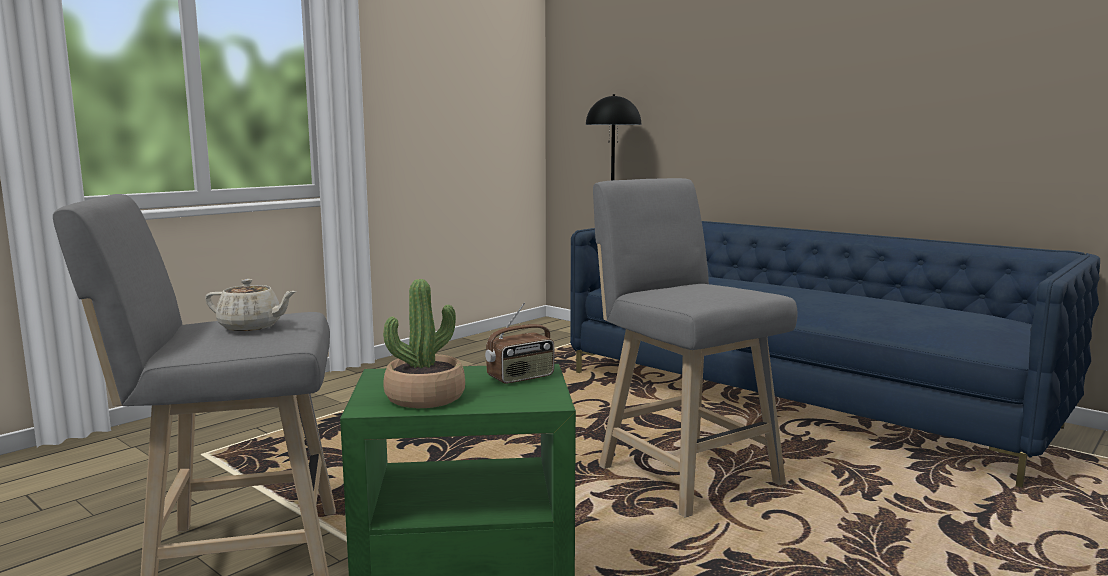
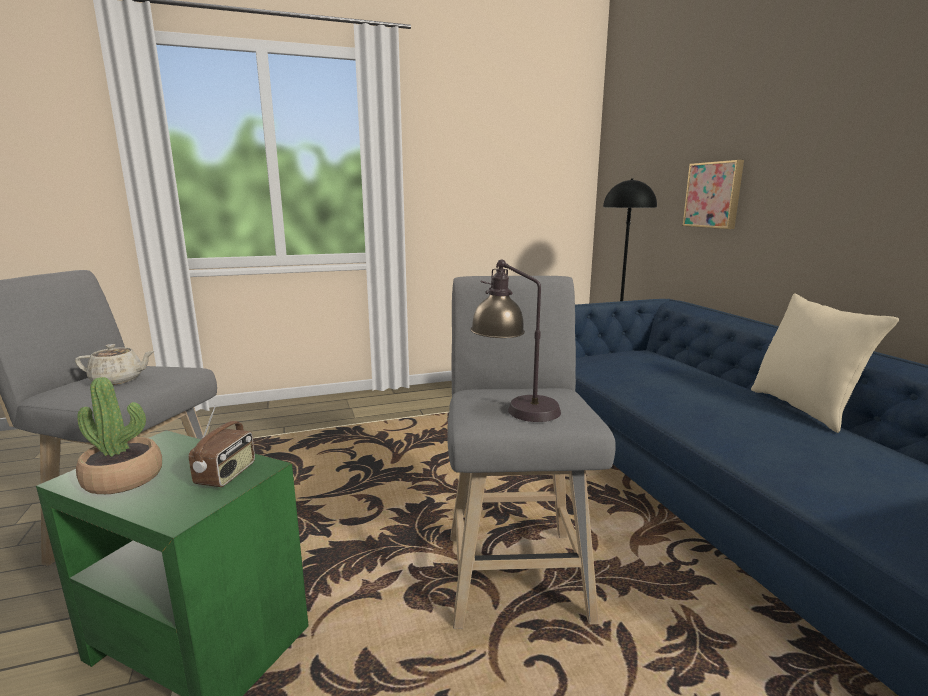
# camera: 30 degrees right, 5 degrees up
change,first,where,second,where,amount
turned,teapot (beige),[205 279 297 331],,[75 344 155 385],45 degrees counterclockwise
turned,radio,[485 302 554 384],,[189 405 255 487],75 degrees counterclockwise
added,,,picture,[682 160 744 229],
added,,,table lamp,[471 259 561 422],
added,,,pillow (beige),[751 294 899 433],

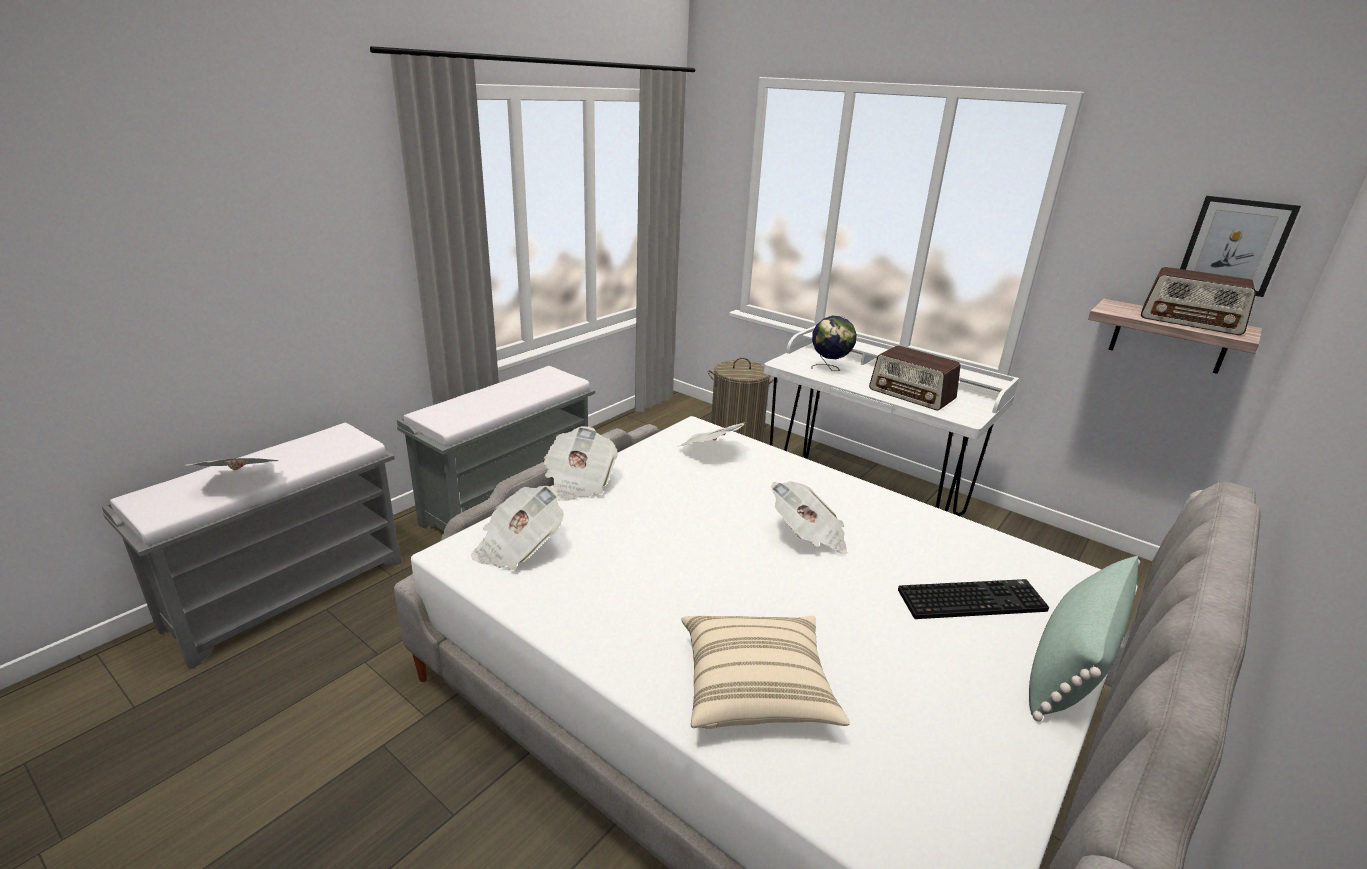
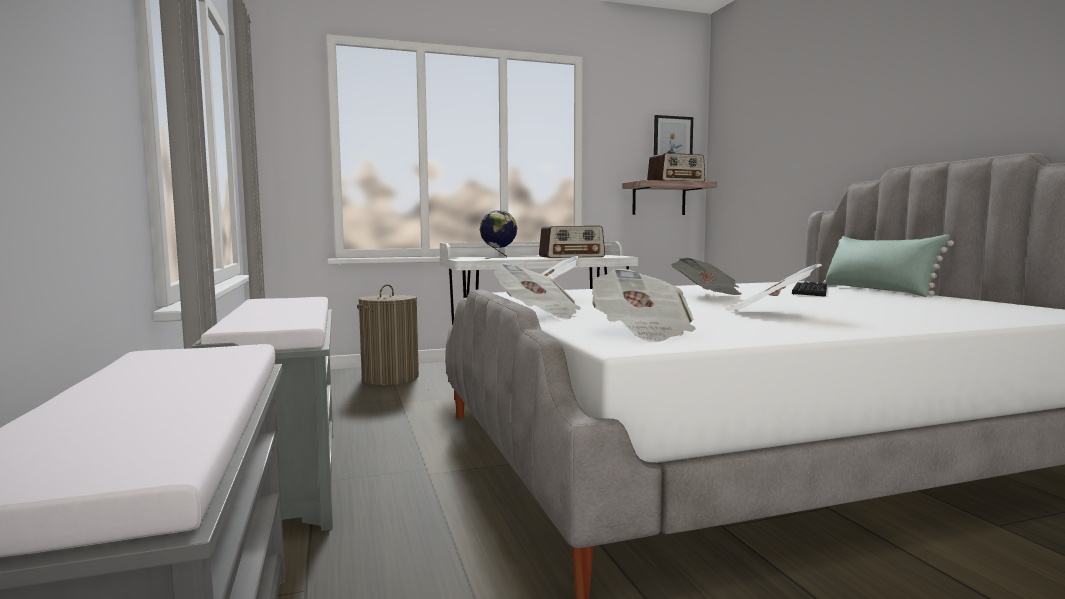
# camera: 55 degrees left, 20 degrees down
change,first,where,second,where,amount
moved,newspaper,[185 458 278 470],,[725 264 822 311],
removed,pillow (beige),[681 616 850 729],,,

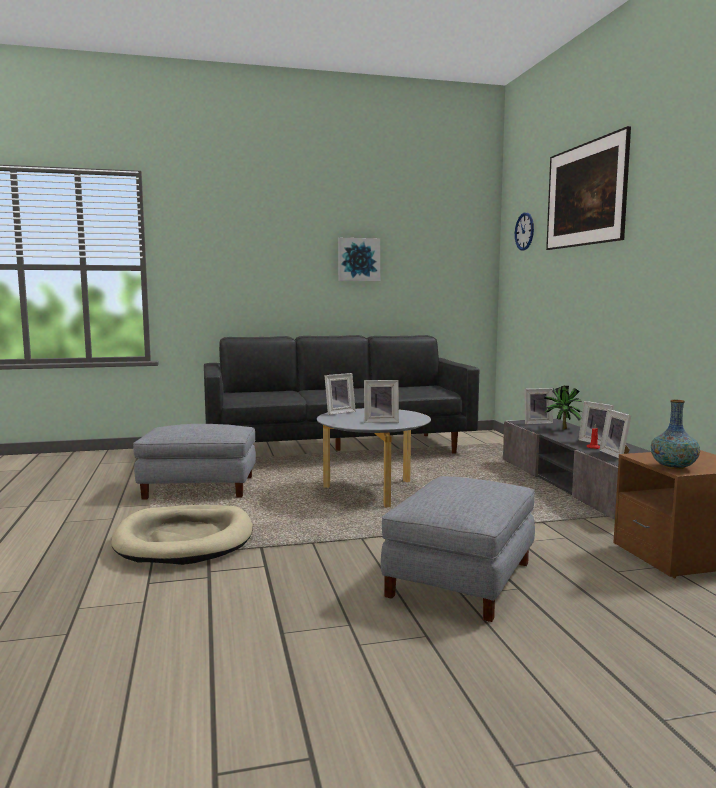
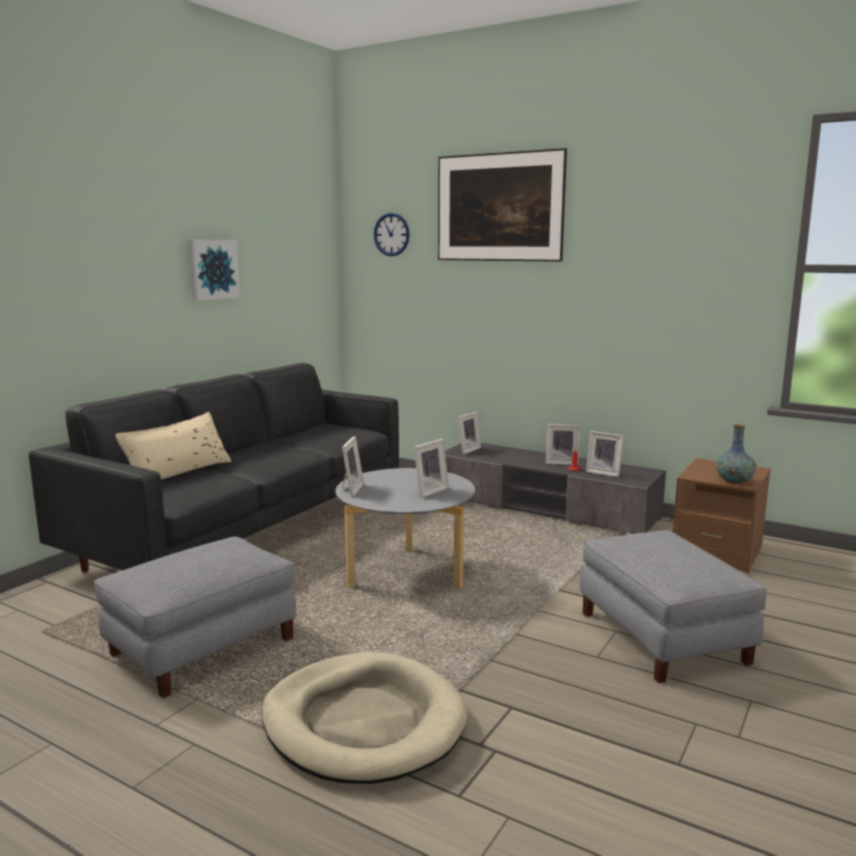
# camera: 45 degrees left, 5 degrees up
change,first,where,second,where,amount
removed,potted plant,[544 386 582 429],,,
added,,,pillow (beige),[116 412 232 480],

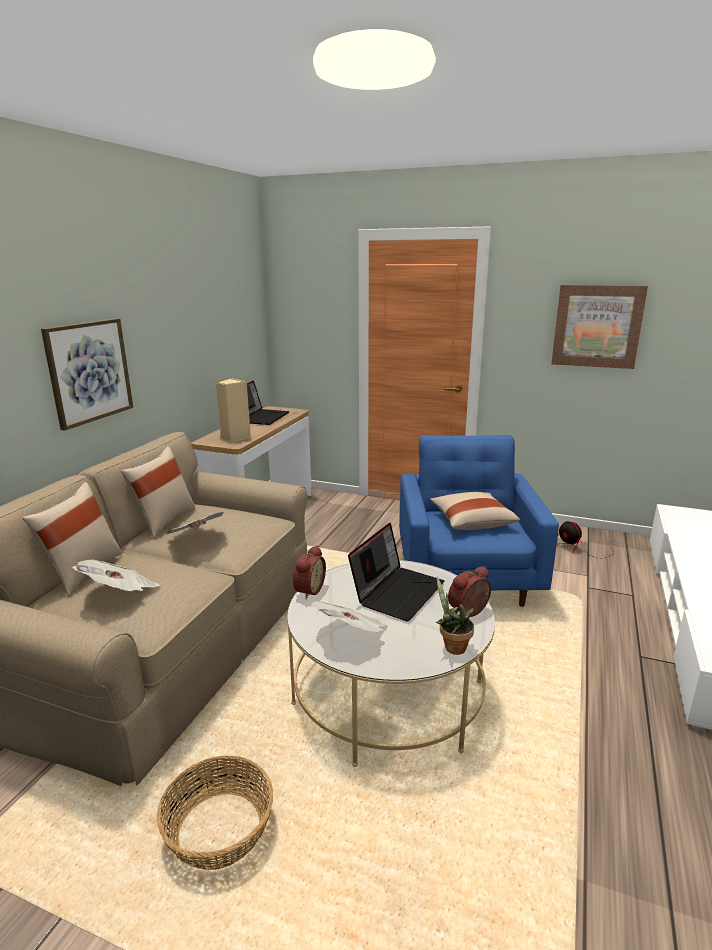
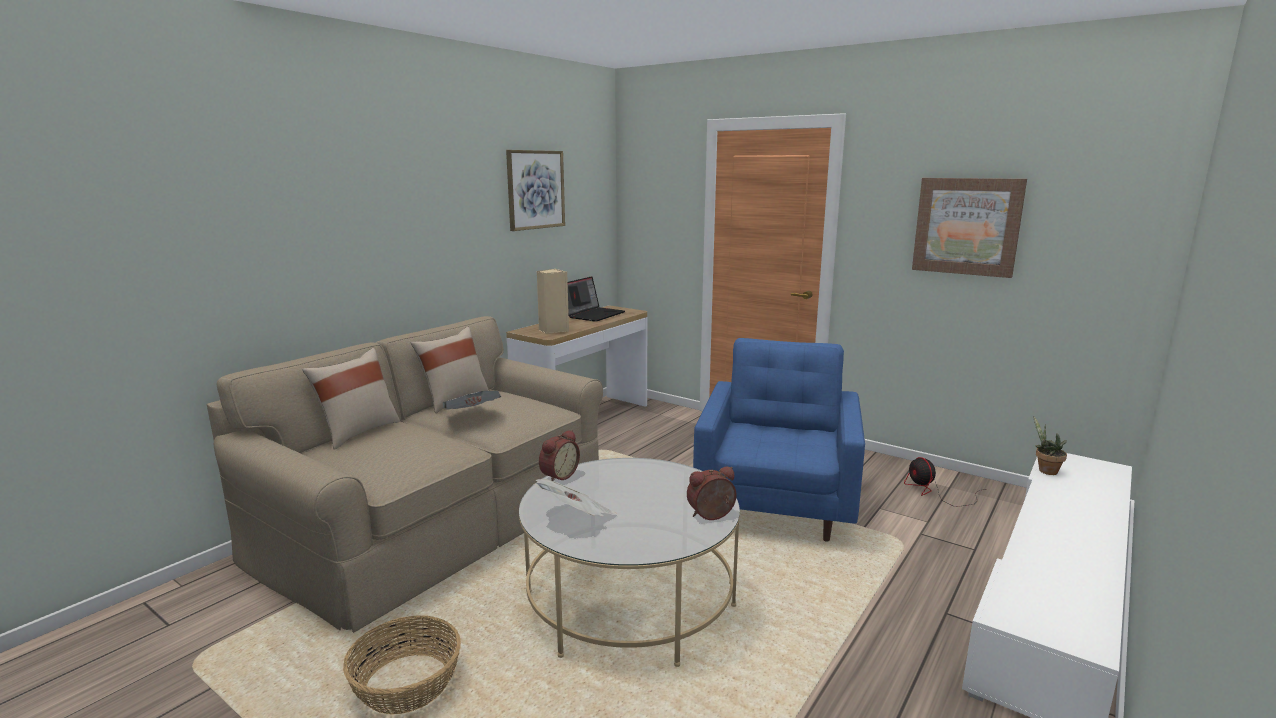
# camera: 15 degrees right, 5 degrees down
change,first,where,second,where,amount
moved,picture,[41 318 133 431],,[506 150 565 231],
removed,pillow (beige),[430 492 520 530],,,
removed,laptop,[348 523 444 621],,,
removed,newspaper,[72 560 160 592],,,
moved,potted plant,[436 577 474 655],,[1034 416 1067 475],

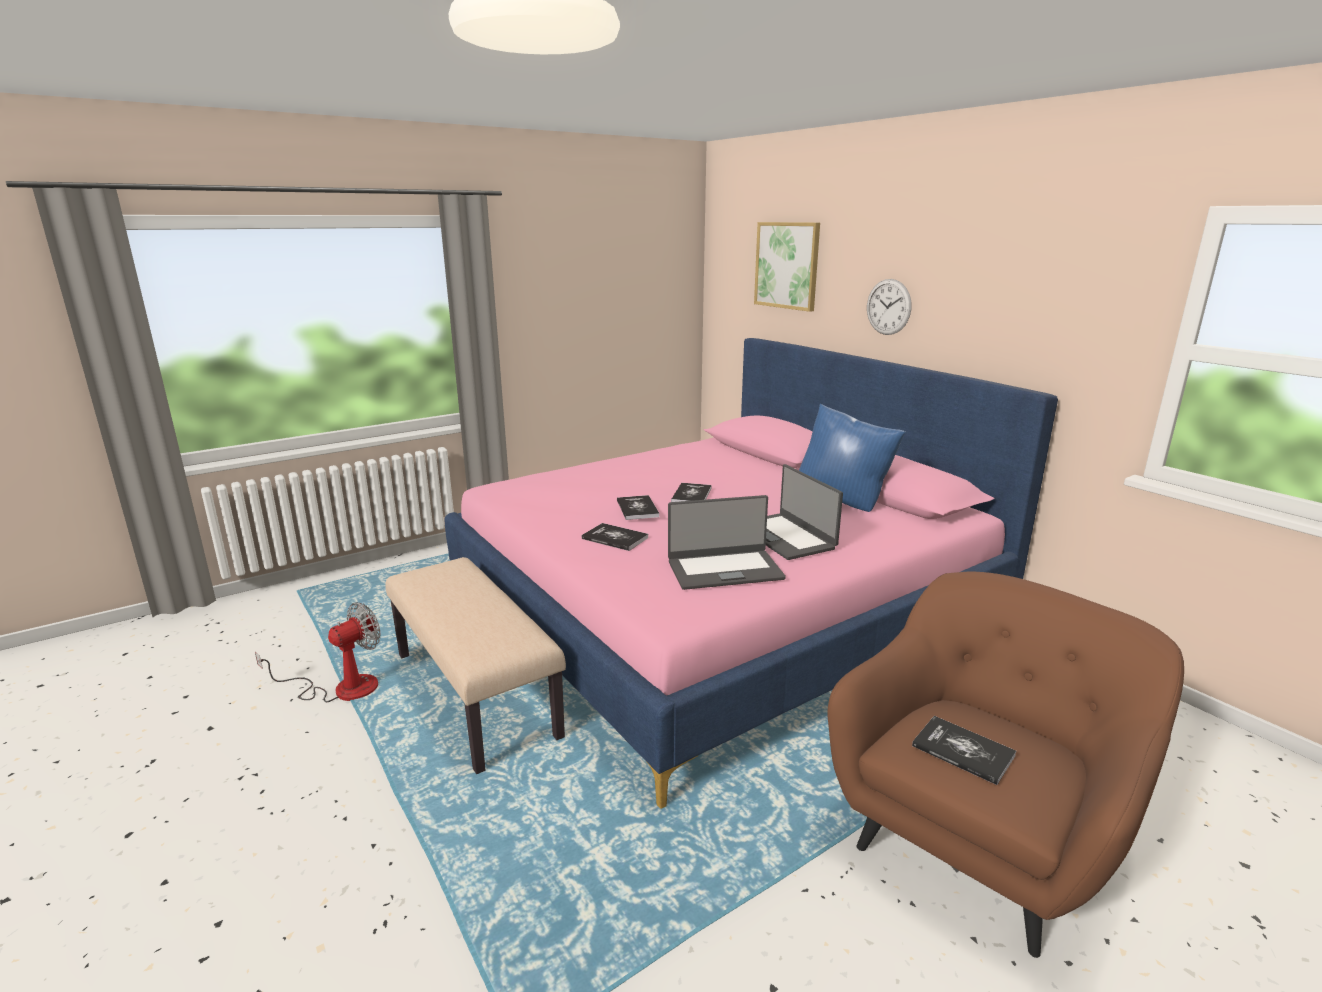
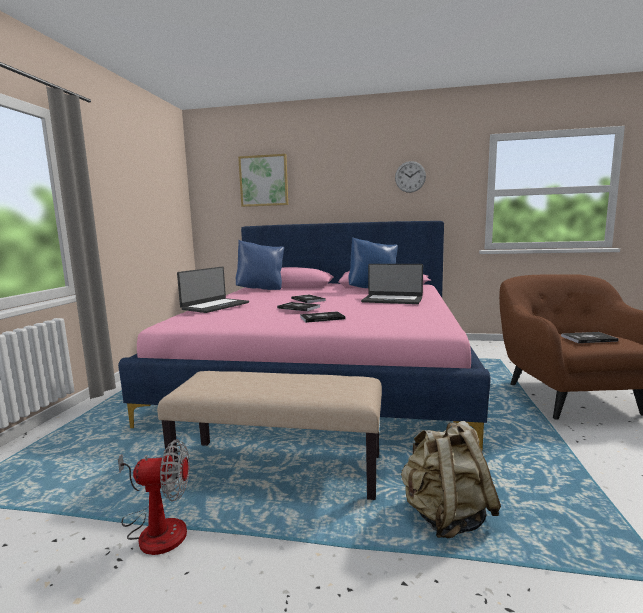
# camera: 45 degrees left, 10 degrees down
change,first,where,second,where,amount
moved,wall clock,[867 279 912 335],,[395 161 426 193],
moved,laptop,[668 495 786 590],,[177 266 249 313],
turned,fan,[255 603 380 702],,[118 439 189 555],90 degrees clockwise
added,,,pillow (blue),[236 240 284 290],
added,,,backpack (beige),[401 421 501 539],

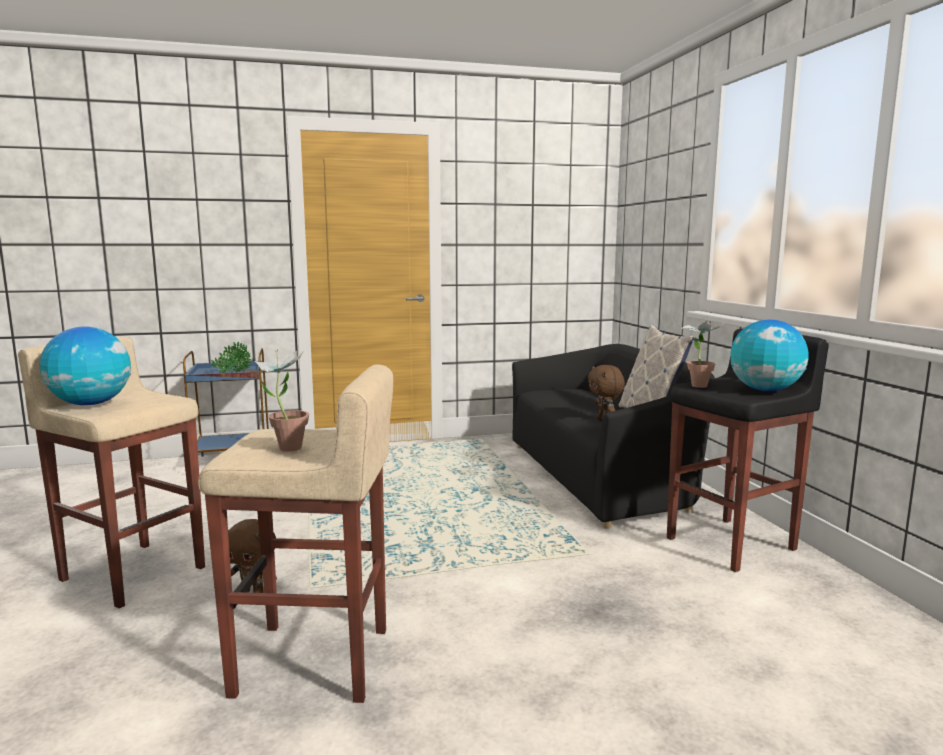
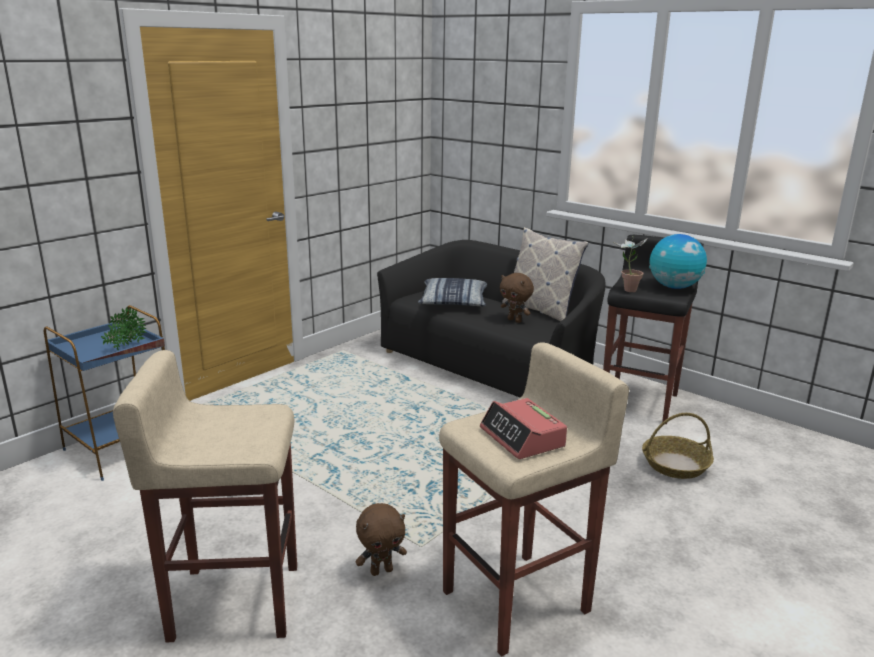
# camera: 35 degrees left, 10 degrees up
change,first,where,second,where,amount
removed,globe,[40 327 131 405],,,
replaced,potted plant,[242 349 309 452],alarm clock,[480 398 567 459],
added,,,pillow,[418 278 487 306],
added,,,basket,[642 413 714 479],

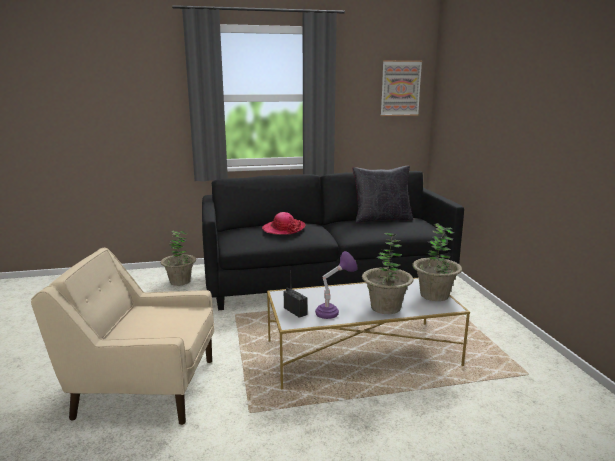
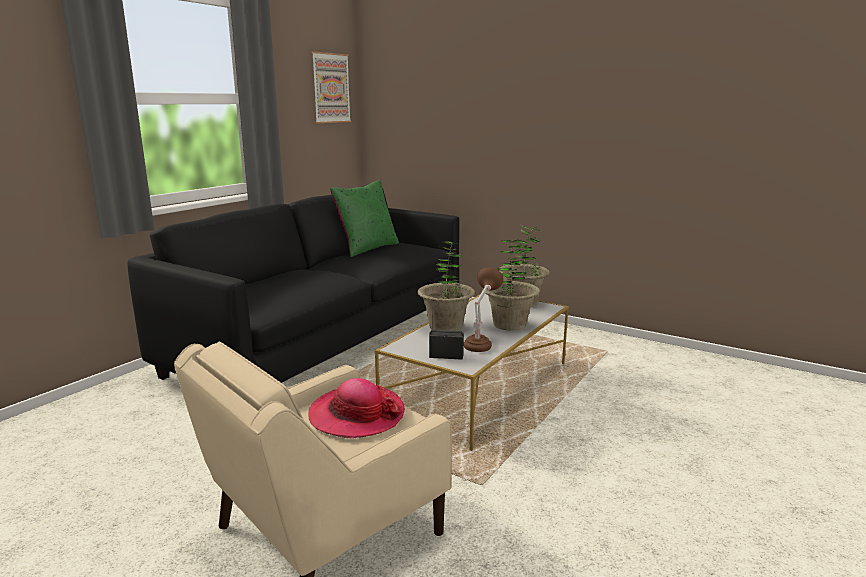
# camera: 45 degrees left, 0 degrees up
change,first,where,second,where,amount
recoloured,pillow (black),[353 166 413 223],pillow (green),[330 180 399 257],
moved,hat,[262 212 306 235],,[308 378 405 438],
moved,potted plant,[160 230 196 286],,[417 241 475 331],
recoloured,table lamp (purple),[315 251 358 319],table lamp (brown),[464 267 504 352],

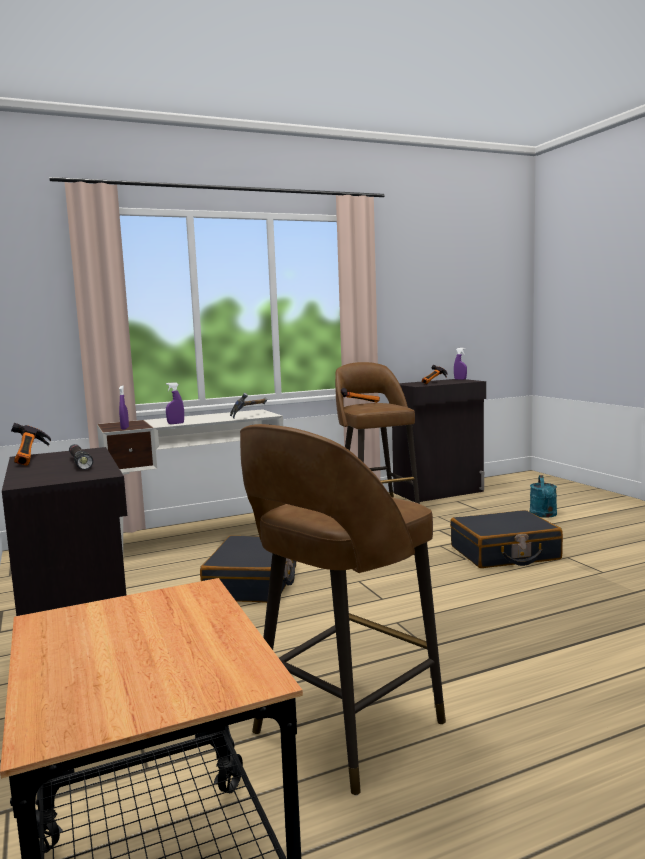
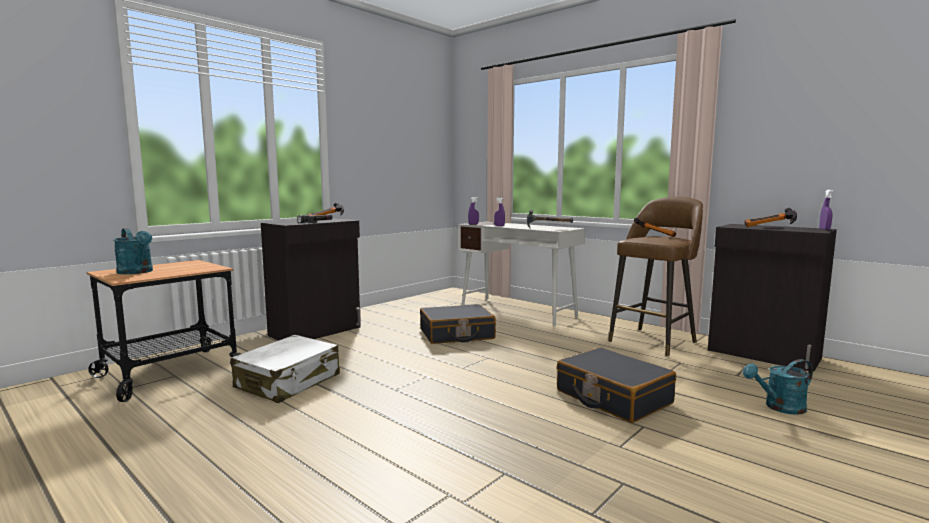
# camera: 65 degrees right, 0 degrees up
change,first,where,second,where,amount
replaced,stool (brown),[240 424 446 796],suitcase (white),[231 335 340 403],
added,,,watering can (turquoise),[114 228 153 274],

